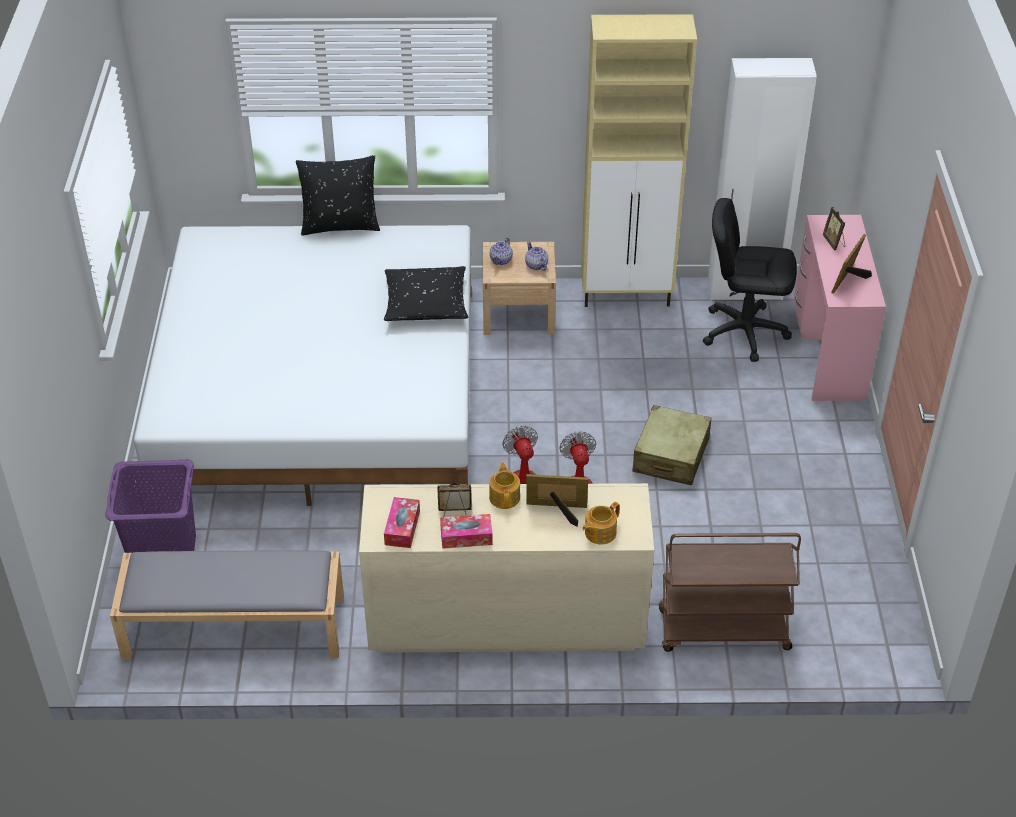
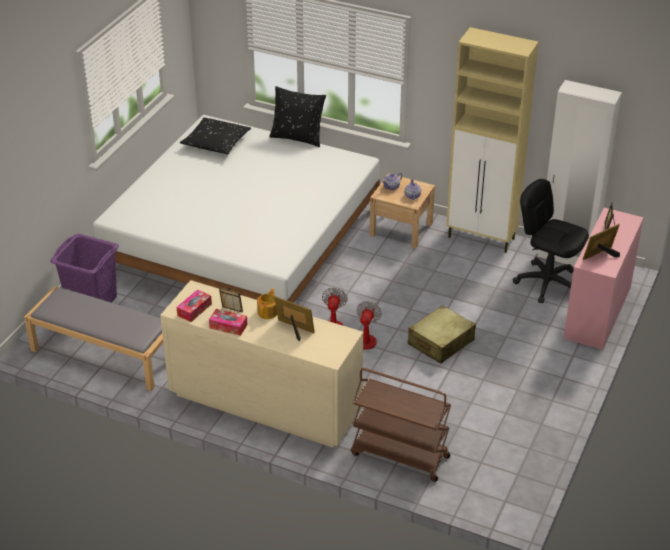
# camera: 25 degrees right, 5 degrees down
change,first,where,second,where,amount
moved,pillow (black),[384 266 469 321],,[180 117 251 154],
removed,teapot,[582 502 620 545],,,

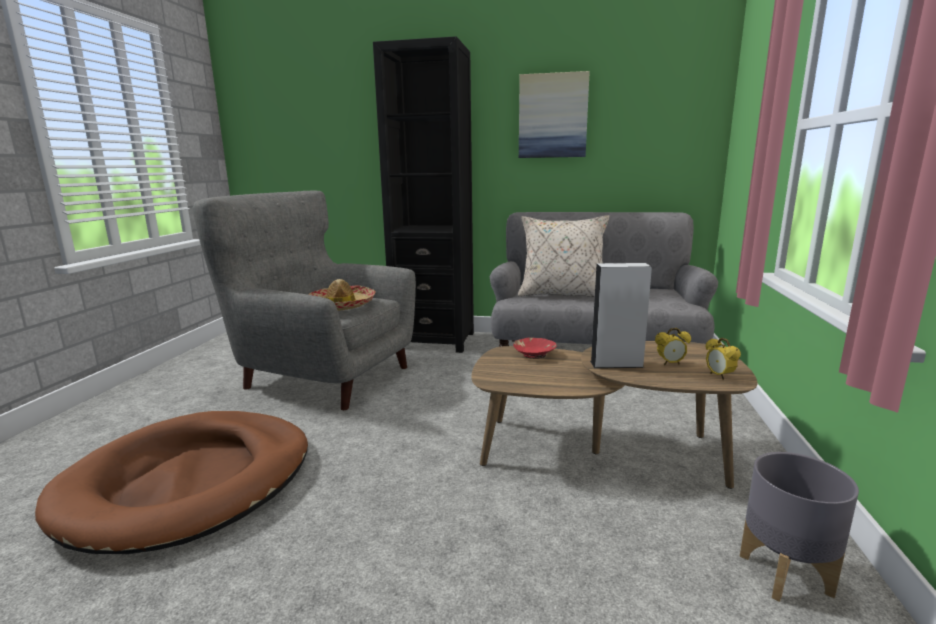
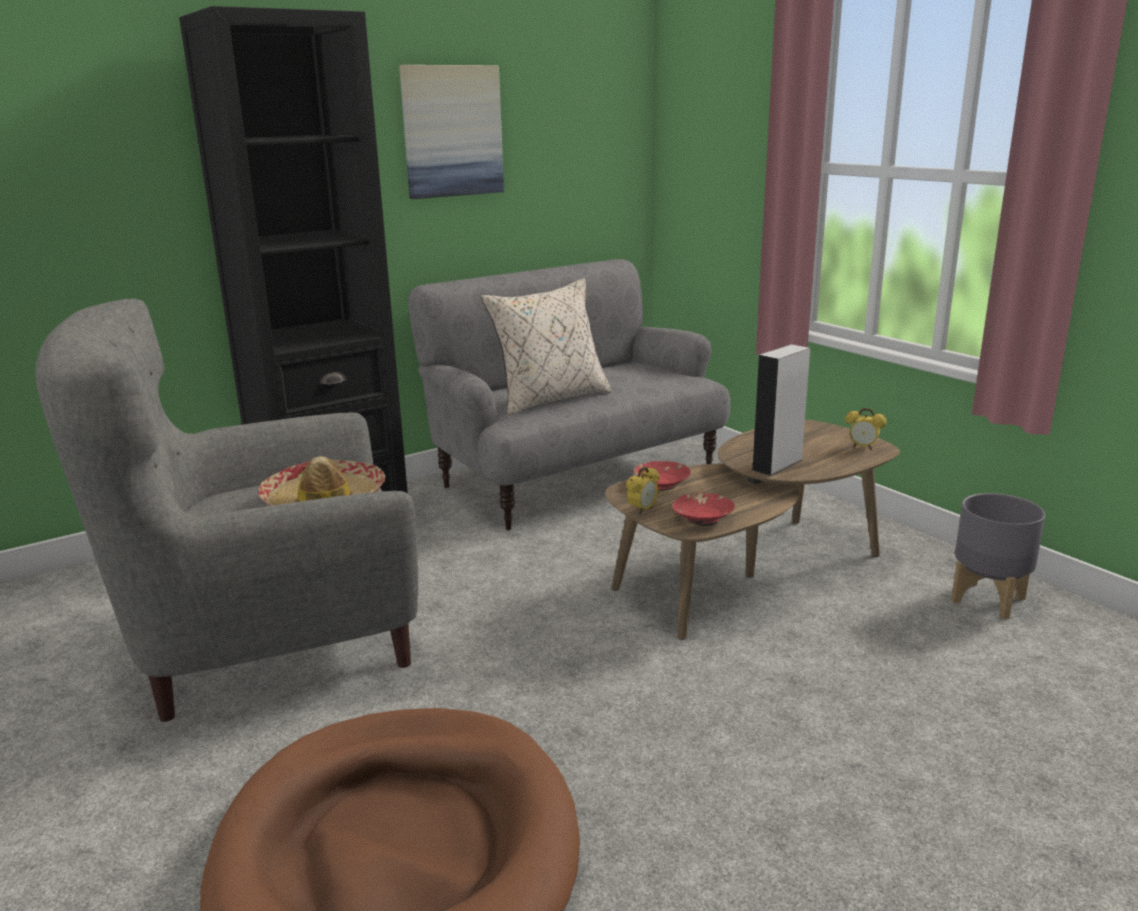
# camera: 45 degrees left, 5 degrees up
change,first,where,second,where,amount
moved,alarm clock,[655 328 691 365],,[626 466 660 514],
added,,,bowl (red),[672 492 735 526],

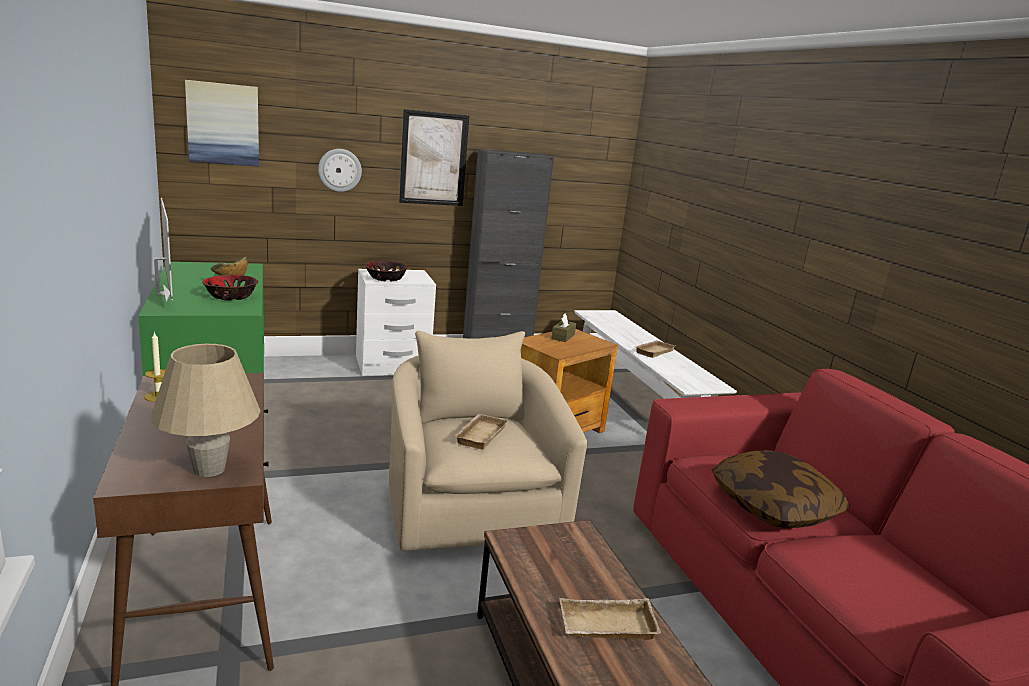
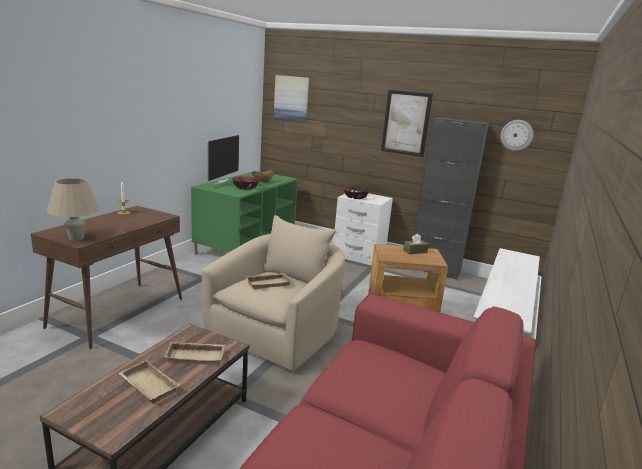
# camera: 45 degrees right, 0 degrees up
change,first,where,second,where,amount
moved,wall clock,[318 149 362 192],,[500 120 534 151],
moved,tray (beige),[636 340 675 358],,[164 342 225 365],
removed,pillow,[711 450 850 528],,,

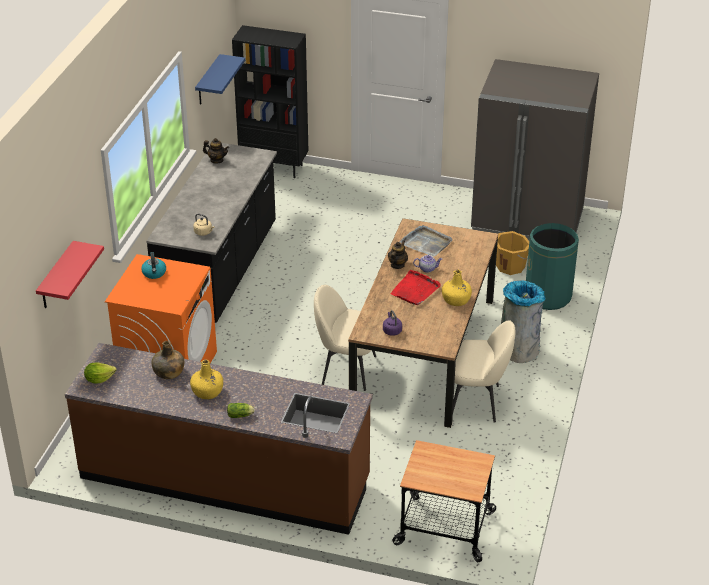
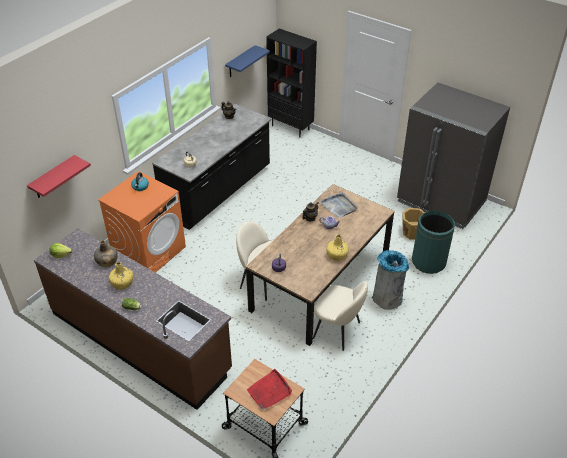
# camera: 20 degrees right, 5 degrees up
change,first,where,second,where,amount
moved,tray (red),[390 270 441 305],,[247 369 292 409],

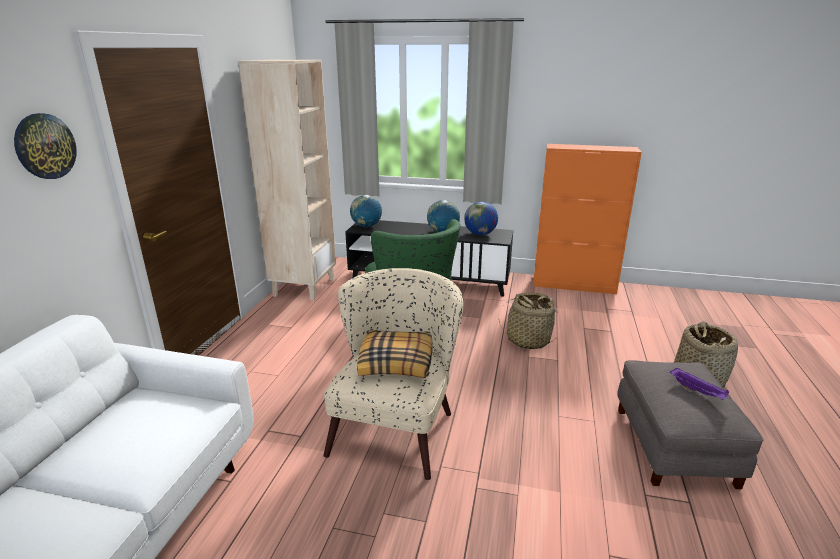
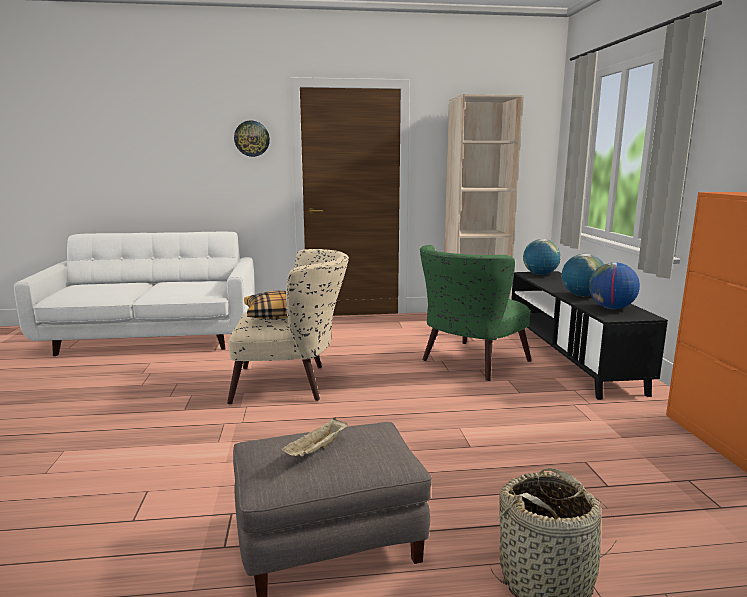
# camera: 70 degrees right, 10 degrees down
change,first,where,second,where,amount
removed,basket,[499 292 558 349],,,
recoloured,tray (purple),[669 368 729 400],tray (beige),[281 417 348 456],

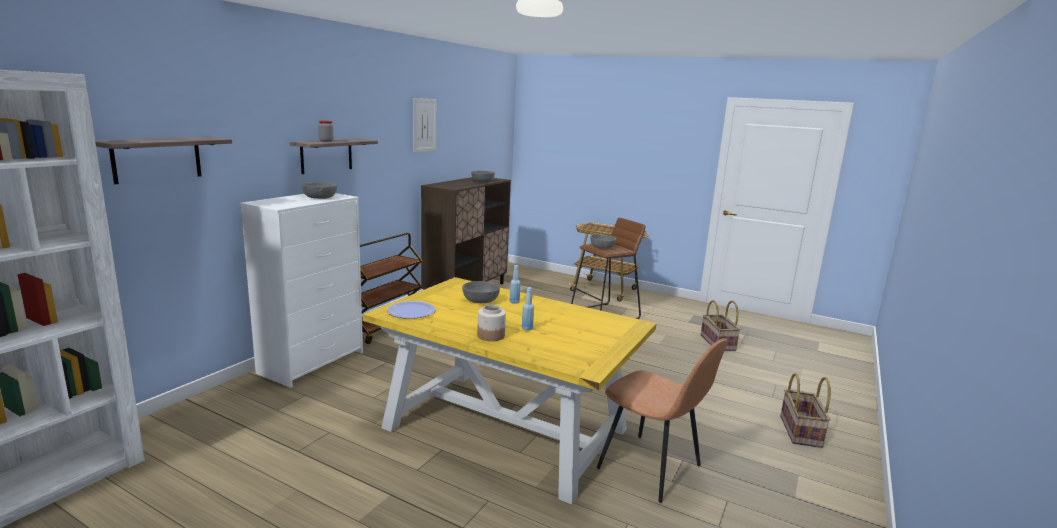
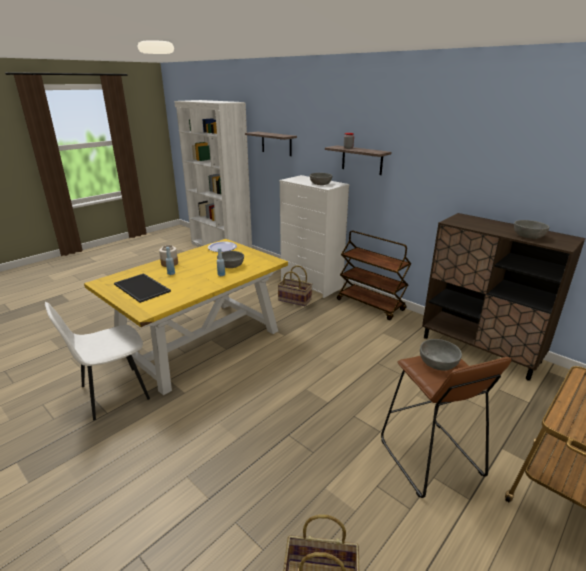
# camera: 105 degrees right, 10 degrees up
change,first,where,second,where,amount
removed,picture,[413 98 436 152],,,
recoloured,chair (brown),[597 338 728 503],chair (white),[45 302 150 420],
moved,basket,[780 373 831 448],,[277 266 312 306],
added,,,tray,[114 273 171 303],

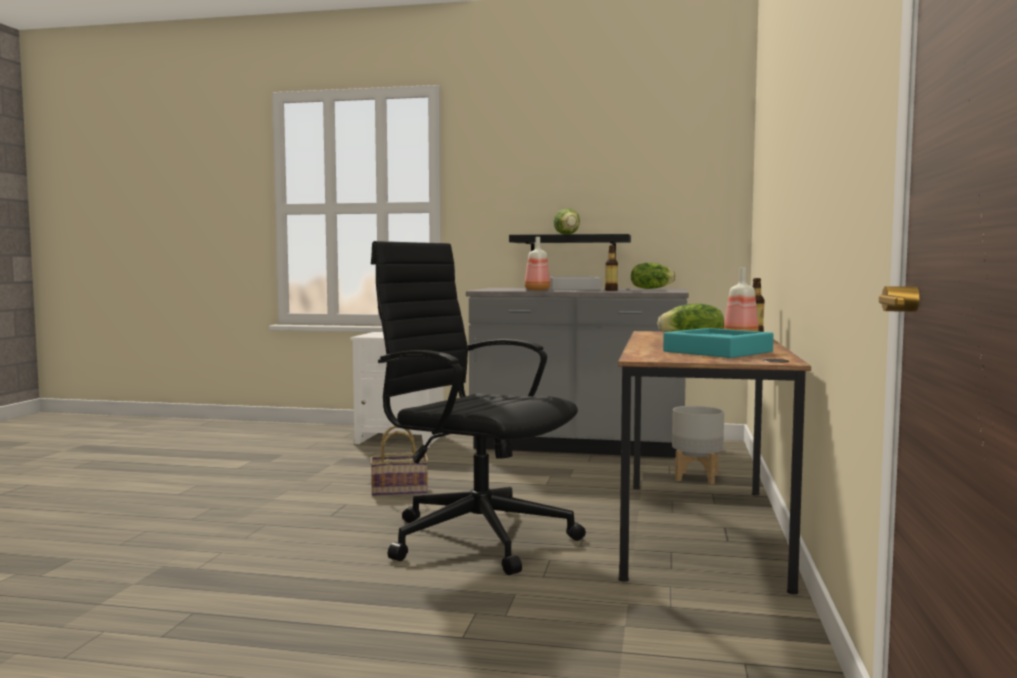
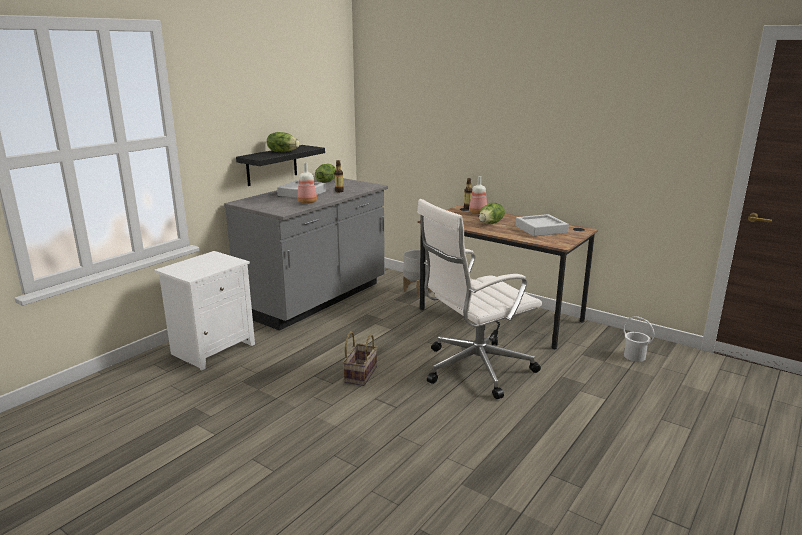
# camera: 65 degrees left, 15 degrees up
change,first,where,second,where,amount
recoloured,office chair (black),[371 241 586 575],office chair (white),[417 199 542 399],
recoloured,tray (turquoise),[663 328 774 358],tray (grey),[515 214 569 237],
added,,,bucket (white),[623 316 654 362],

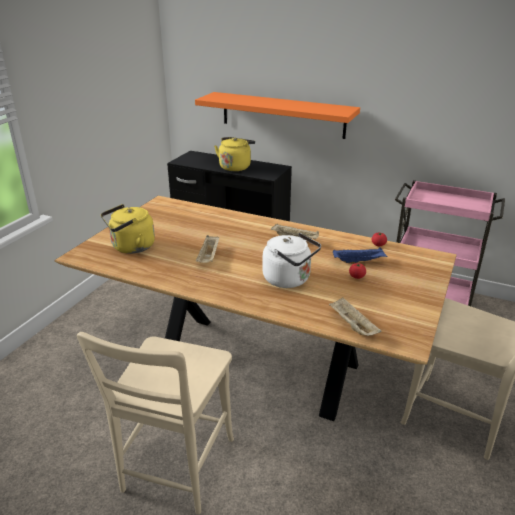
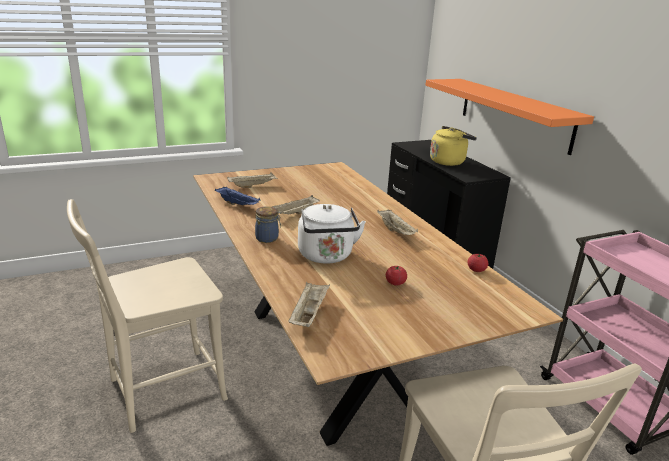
# camera: 40 degrees right, 5 degrees down
change,first,where,second,where,amount
replaced,kettle (yellow),[101 204 155 254],tray (beige),[227 172 278 188],
moved,tray (blue),[333 247 388 264],,[215 187 260 205],
added,,,jar,[255 206 281 243],

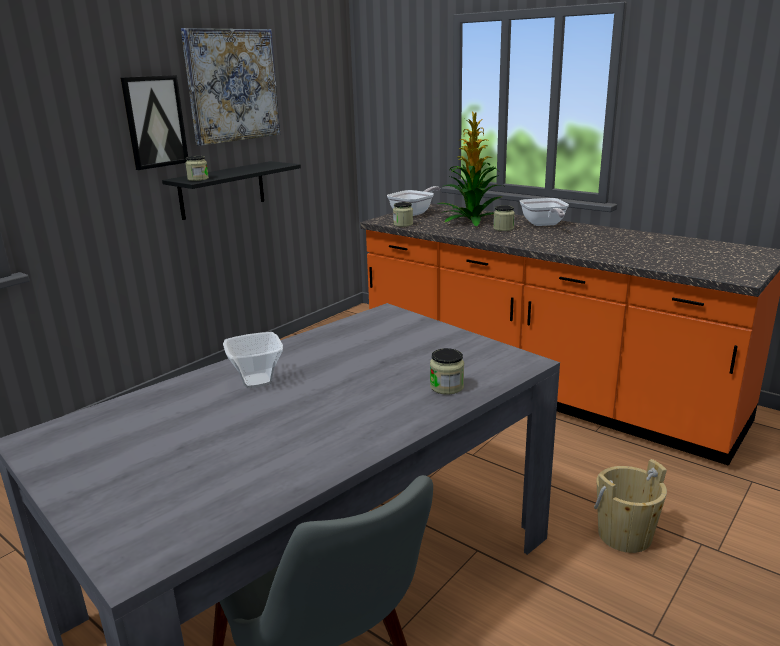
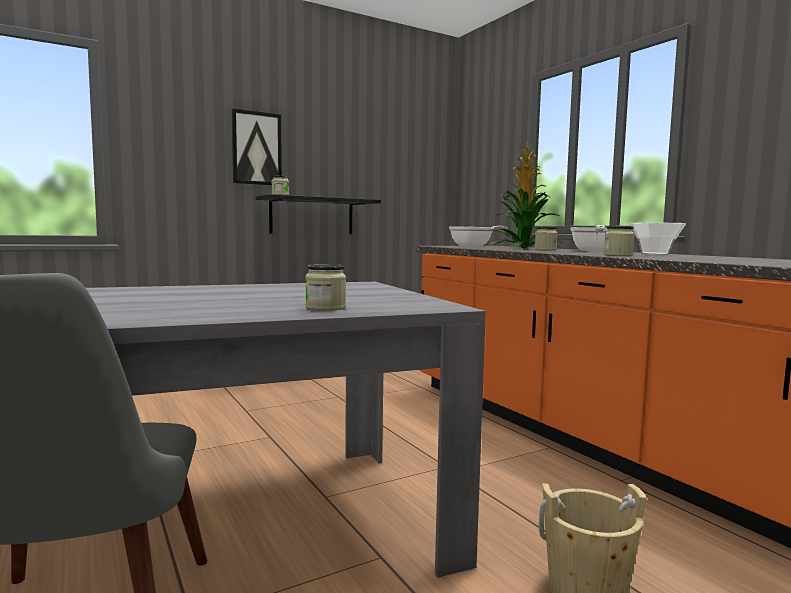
# camera: 20 degrees right, 15 degrees down
change,first,where,second,where,amount
removed,picture,[181 28 280 146],,,
moved,jar,[393 202 413 227],,[604 226 635 256],
moved,bowl,[223 332 283 388],,[630 222 686 255],

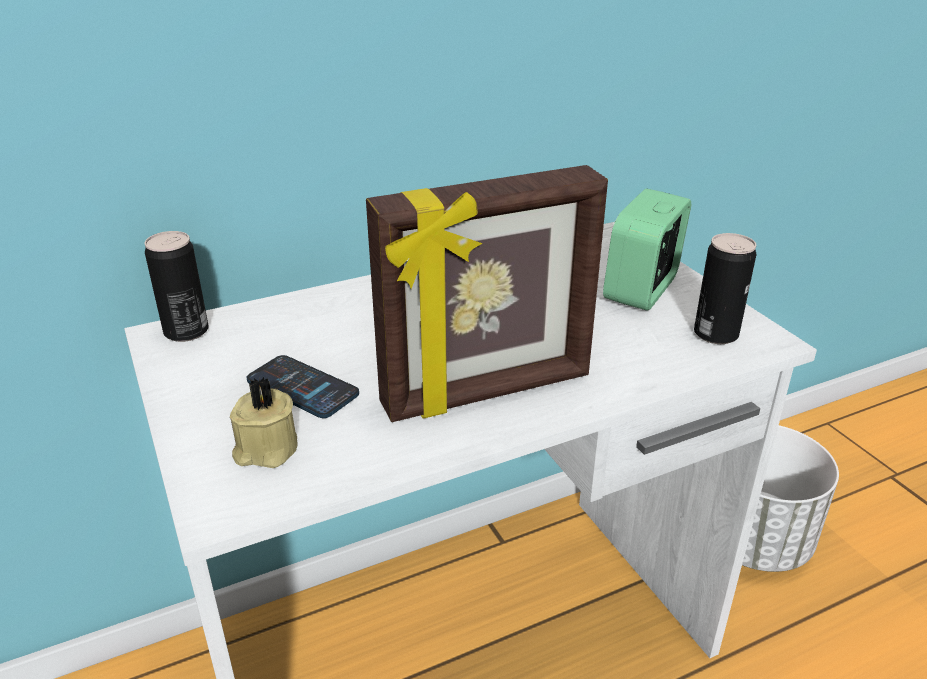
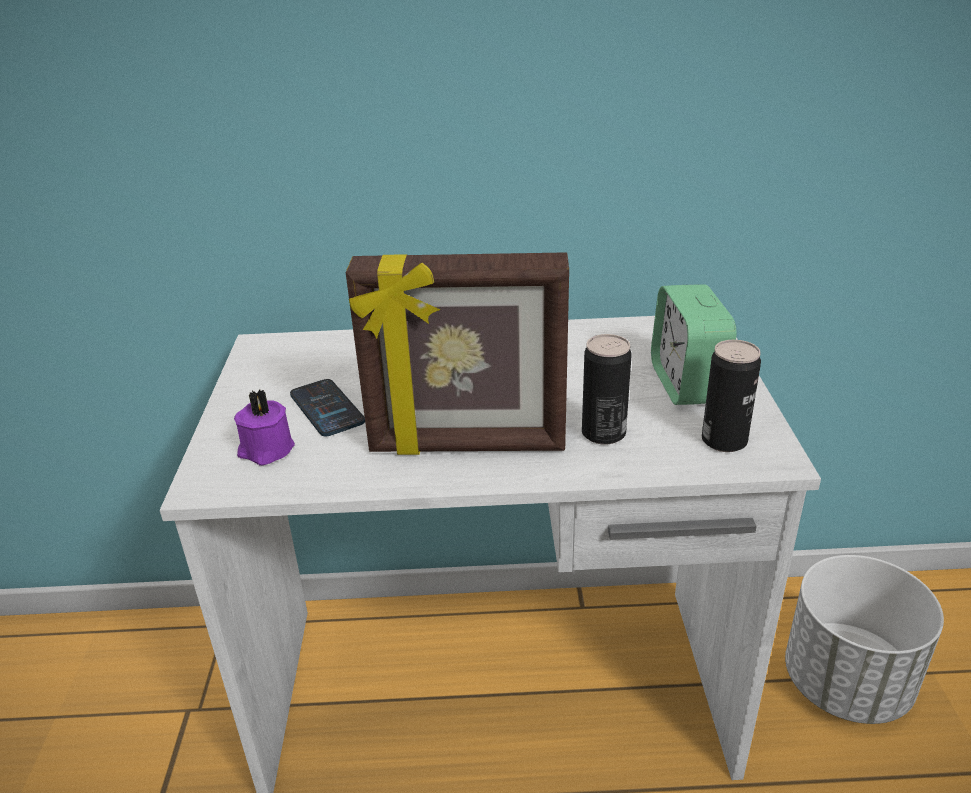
# camera: 25 degrees right, 0 degrees up
change,first,where,second,where,amount
turned,alarm clock,[603 188 691 310],,[651 284 737 405],60 degrees counterclockwise
moved,can,[145 231 209 342],,[582 334 632 445],
recoloured,candle (beige),[230 377 298 468],candle (purple),[234 390 295 465],

